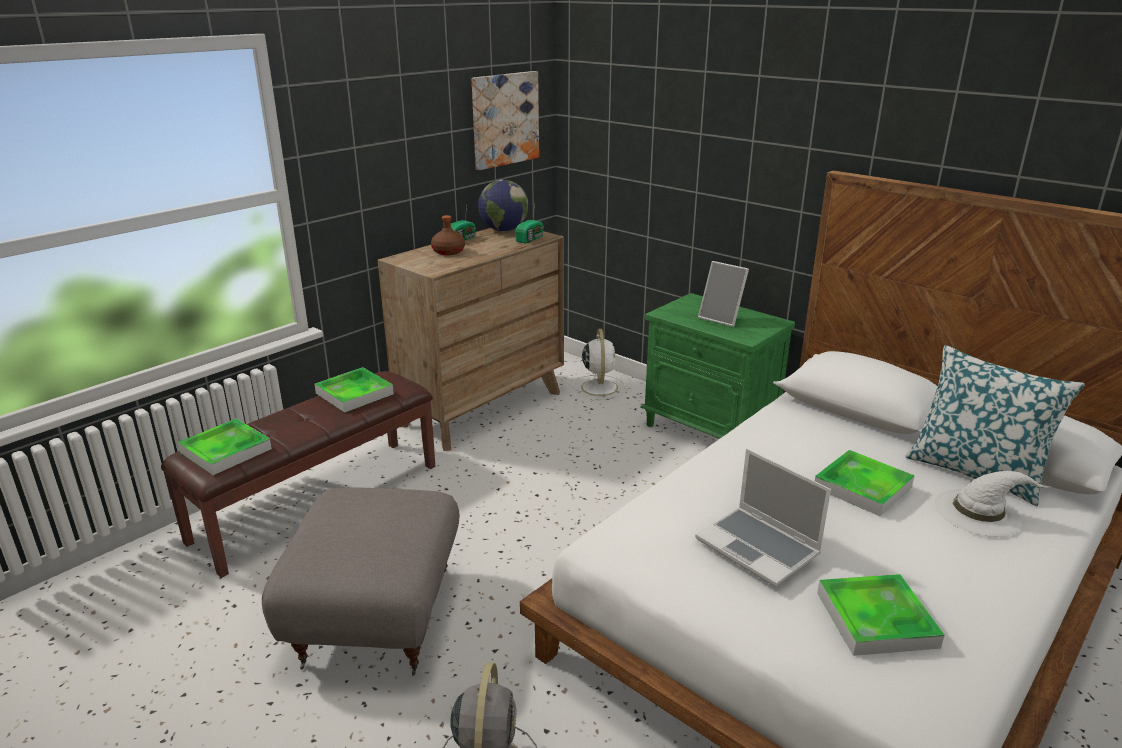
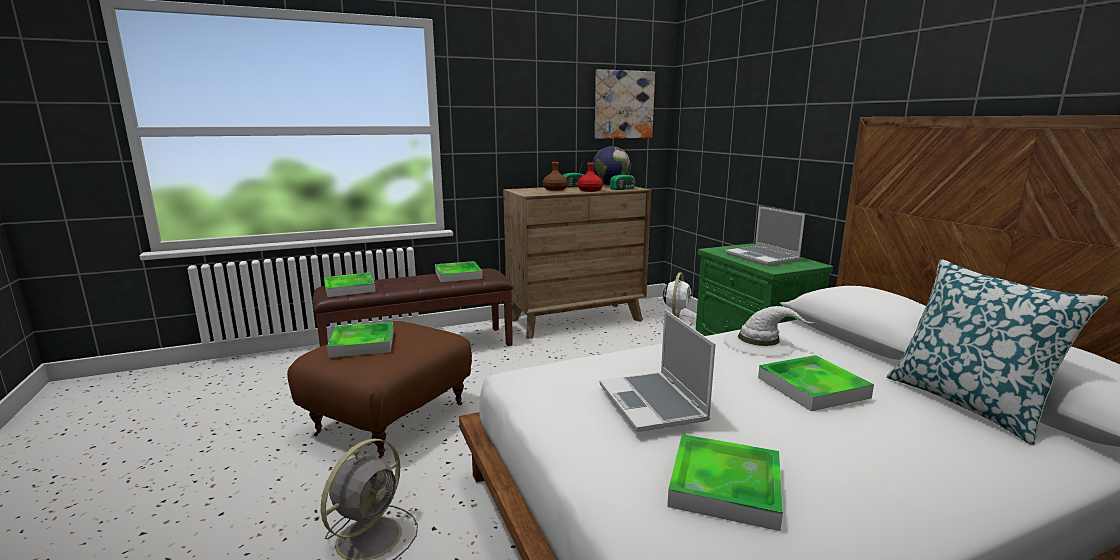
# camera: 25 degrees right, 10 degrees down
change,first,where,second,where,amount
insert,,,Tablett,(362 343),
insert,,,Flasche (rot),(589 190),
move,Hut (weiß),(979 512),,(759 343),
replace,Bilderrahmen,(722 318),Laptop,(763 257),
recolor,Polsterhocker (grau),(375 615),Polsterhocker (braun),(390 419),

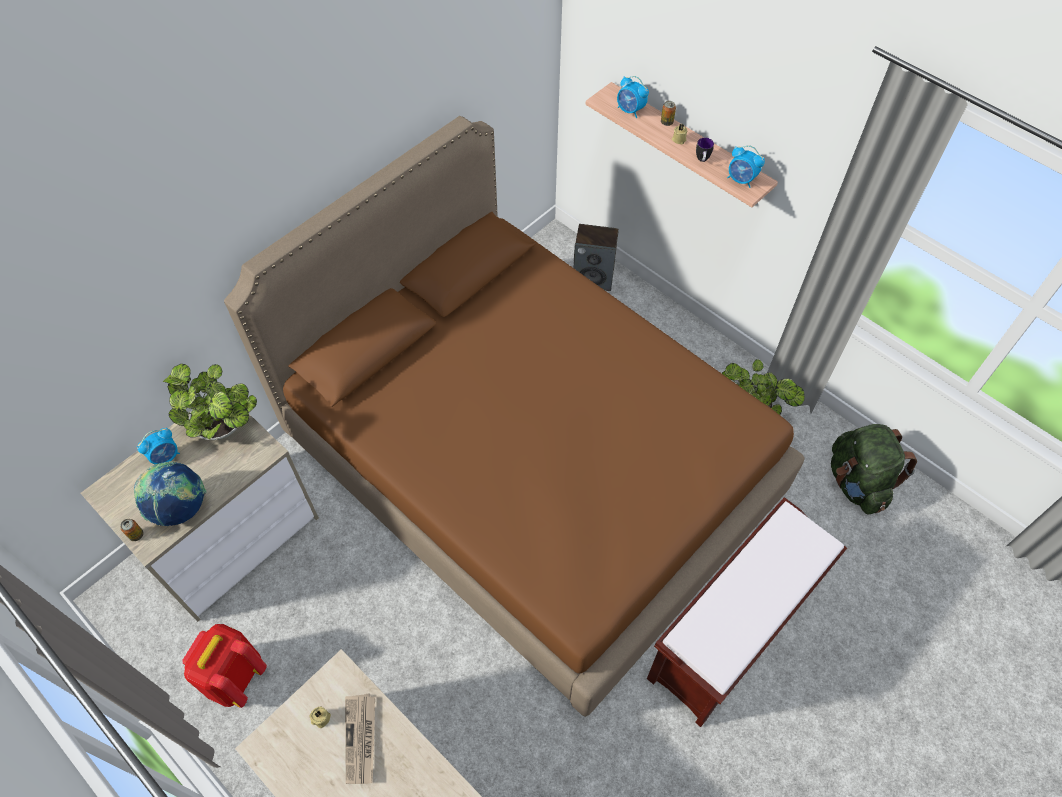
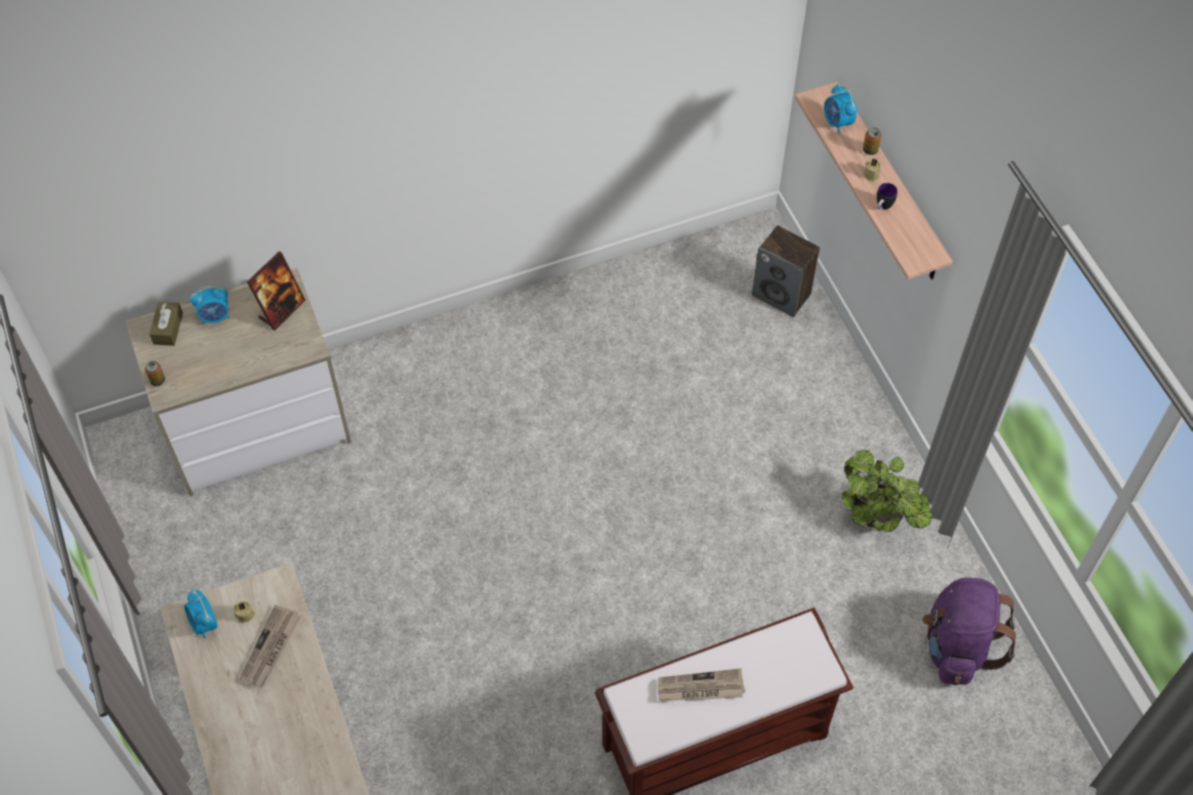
# camera: 25 degrees right, 0 degrees up
change,first,where,second,where,amount
delete,Globus,(181 508),,,
delete,Rucksack (rot),(234 677),,,
delete,Bett (braun),(530 467),,,
insert,,,Taschentuchbox (braun),(168 328),
insert,,,Zeitung,(700 688),
move,Wecker,(741 180),,(204 624),
replace,Topfpflanze,(225 428),Bilderrahmen,(281 310),
recolor,Rucksack (grün),(857 482),Rucksack (lila),(957 646),

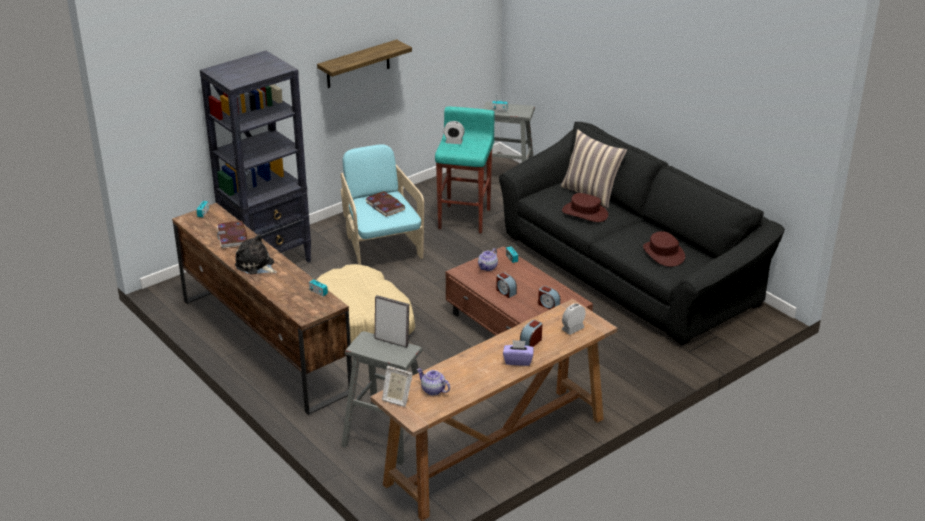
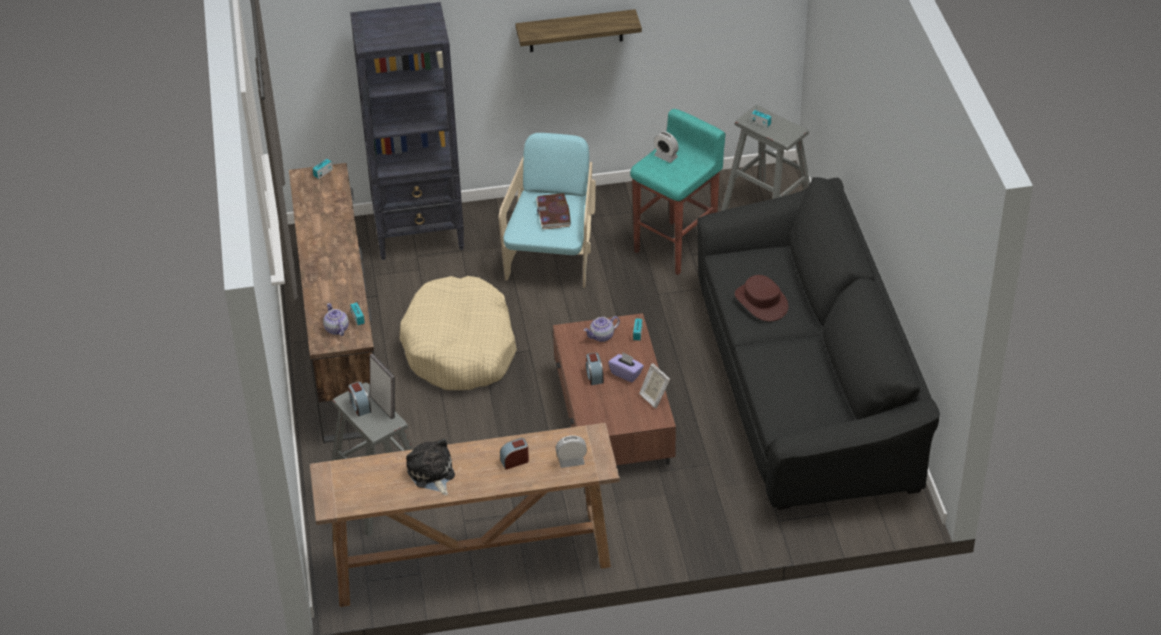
# camera: 30 degrees right, 10 degrees up
change,first,where,second,where,amount
delete,Buch,(232 237),,,
delete,Kissen,(591 194),,,
delete,Hut (braun),(663 253),,,
move,Plüschtier,(256 265),,(432 474),
move,Bilderrahmen,(396 399),,(653 397),
move,Teekanne,(433 390),,(336 329),
move,Taschentuchbox (lila),(518 361),,(626 373),
move,Wecker,(548 305),,(360 406),

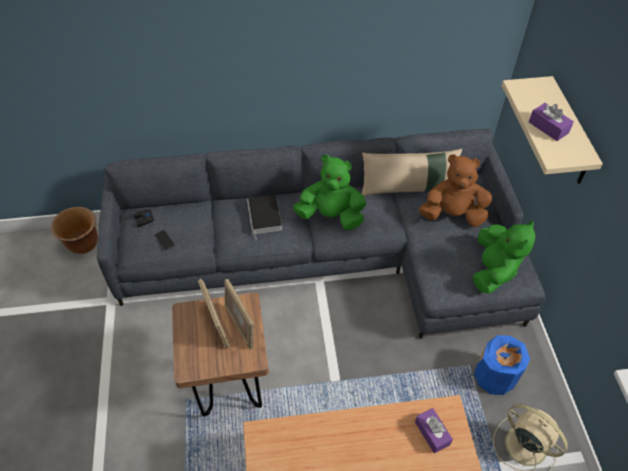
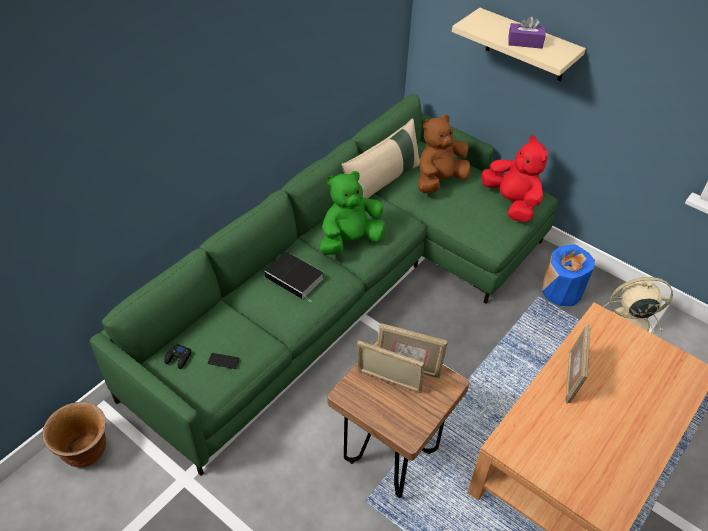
# camera: 45 degrees left, 5 degrees down
change,first,where,second,where,amount
delete,Taschentuchbox (lila),(432 433),,,
insert,,,Bilderrahmen,(571 378),
recolor,Sofa (grau),(332 256),Sofa (grün),(349 289),
recolor,Plüschtier (grün),(493 271),Plüschtier (rot),(511 203),

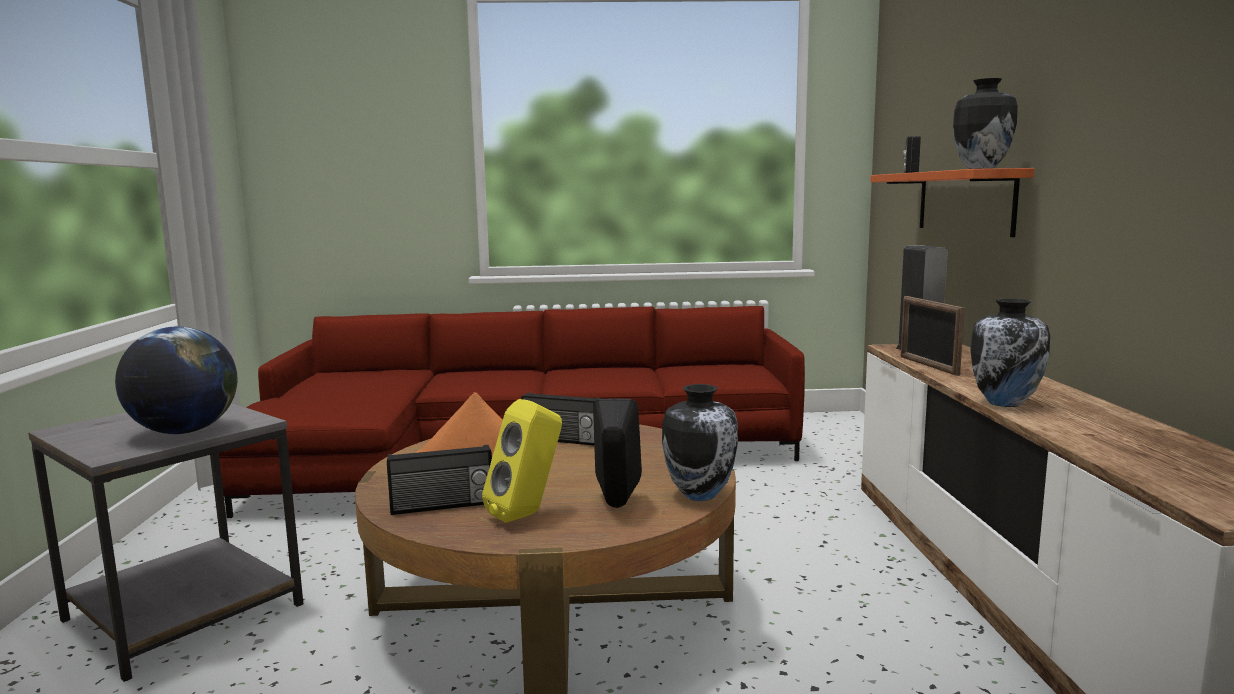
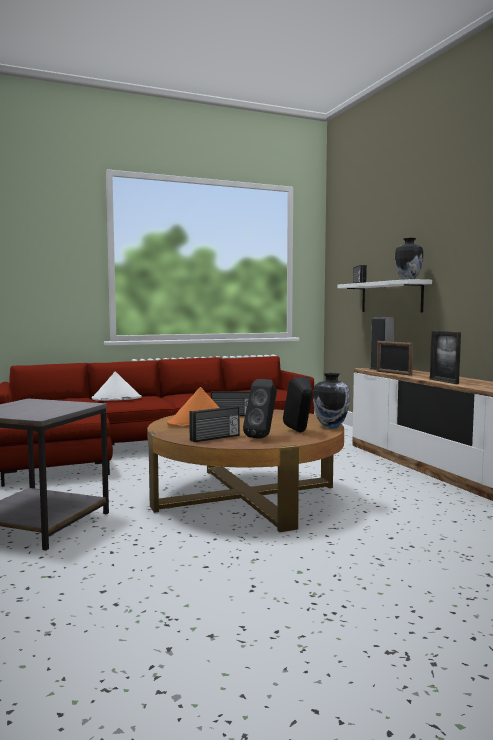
# camera: 20 degrees left, 5 degrees down
change,first,where,second,where,amount
delete,Globus,(184 431),,,
insert,,,Hut (weiß),(116 398),
replace,Vase,(1005 403),Bilderrahmen,(443 381),
recolor,Lautsprecher (gelb),(527 515),Lautsprecher (schwarz),(262 437),
recolor,Wandregal (orange),(964 202),Wandregal (weiß),(391 297),

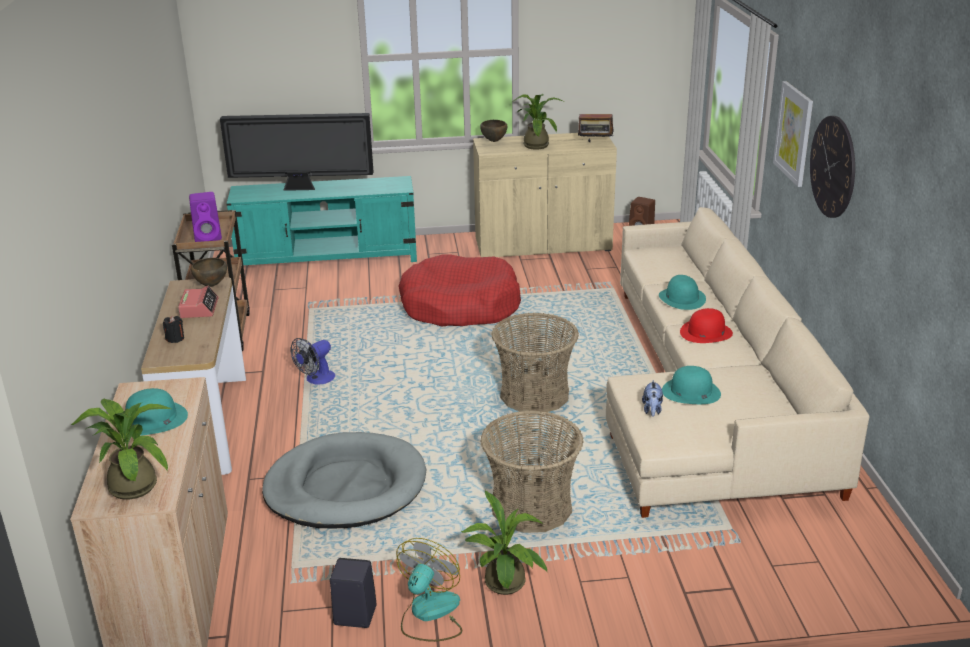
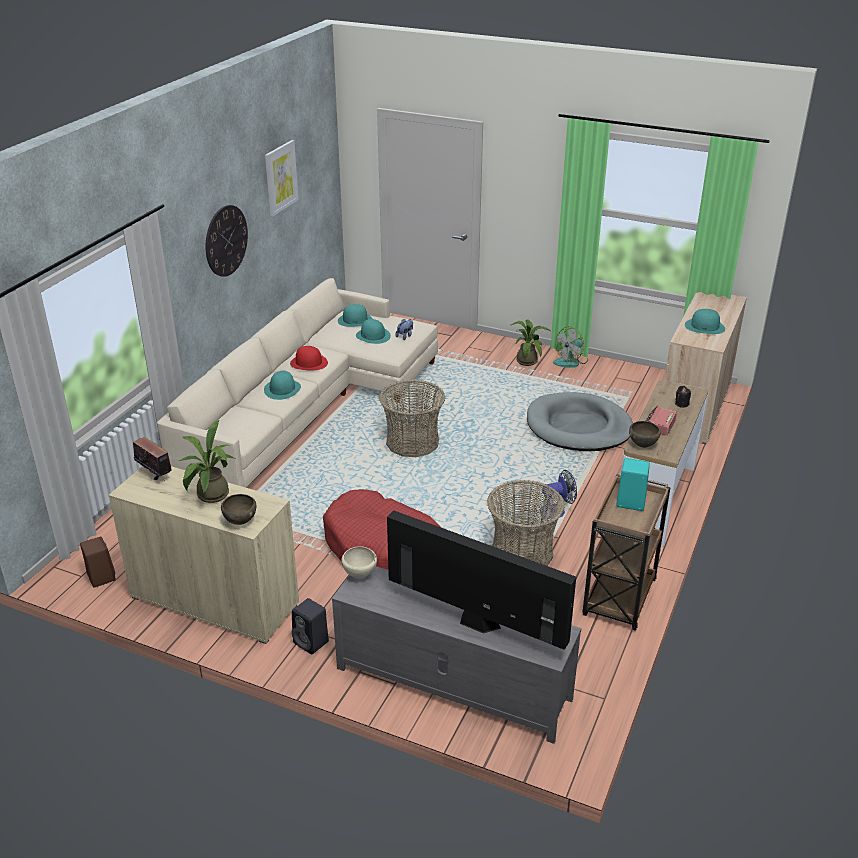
# camera: 150 degrees left, 5 degrees up
change,first,where,second,where,amount
delete,Topfpflanze,(133 483),,,
insert,,,Hut (türkis),(355 320),
insert,,,Schüssel (beige),(360 575),
move,Lautsprecher (schwarz),(353 615),,(312 642),
move,Korb,(531 507),,(522 553),
move,Bild,(794 133),,(280 177),
recolor,Lautsprecher (lila),(209 237),Lautsprecher (türkis),(629 502),
recolor,Fernsehschrank (türkis),(328 258),Fernsehschrank (grau),(452 683),

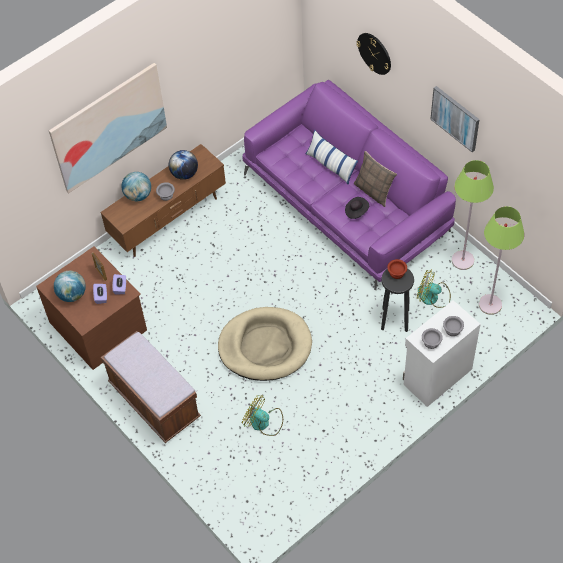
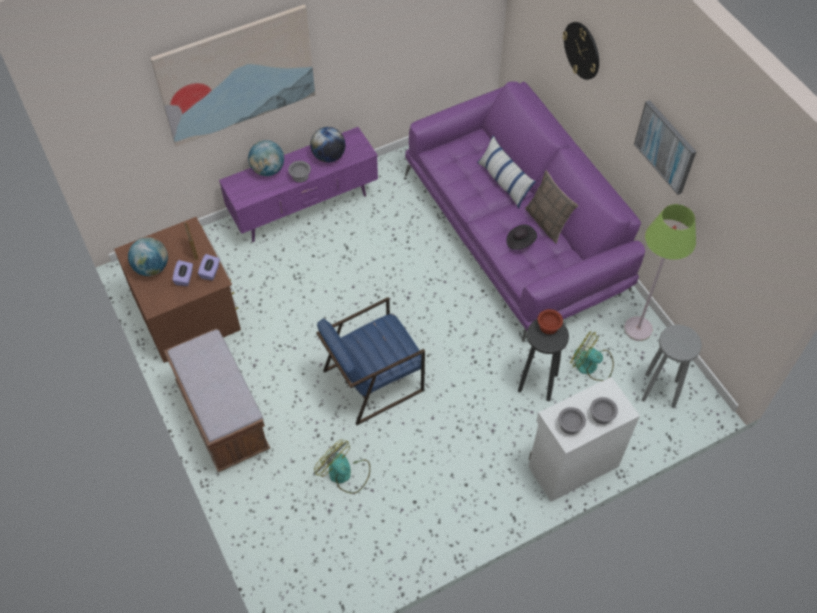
# camera: 10 degrees right, 0 degrees up
change,first,where,second,where,amount
replace,Hundebett (beige),(265 346),Sessel (blau),(373 380),
replace,Stehlampe (grün),(490 305),Hocker (grau),(659 391),
recolor,Fernsehschrank (braun),(169 220),Fernsehschrank (lila),(304 209),

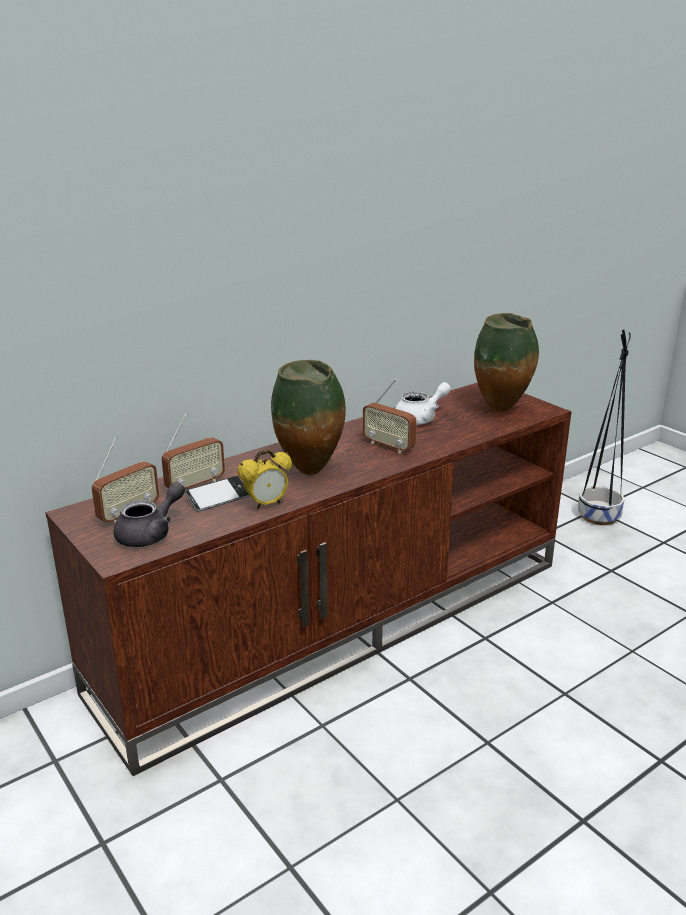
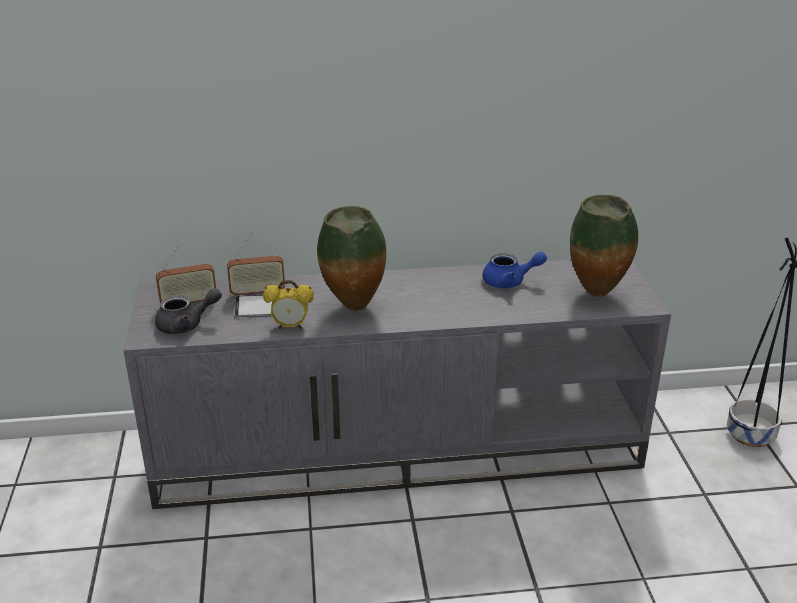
# camera: 30 degrees right, 5 degrees up
change,first,where,second,where,amount
delete,Radio,(388 446),,,
recolor,Fernsehschrank (braun),(341 621),Fernsehschrank (grau),(400 449),
recolor,Teekanne (weiß),(421 418),Teekanne (blau),(509 282),

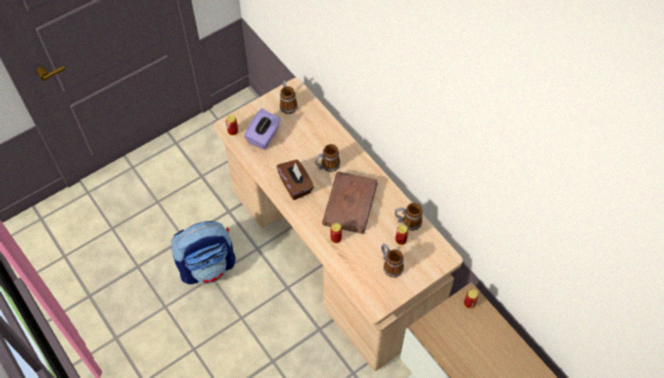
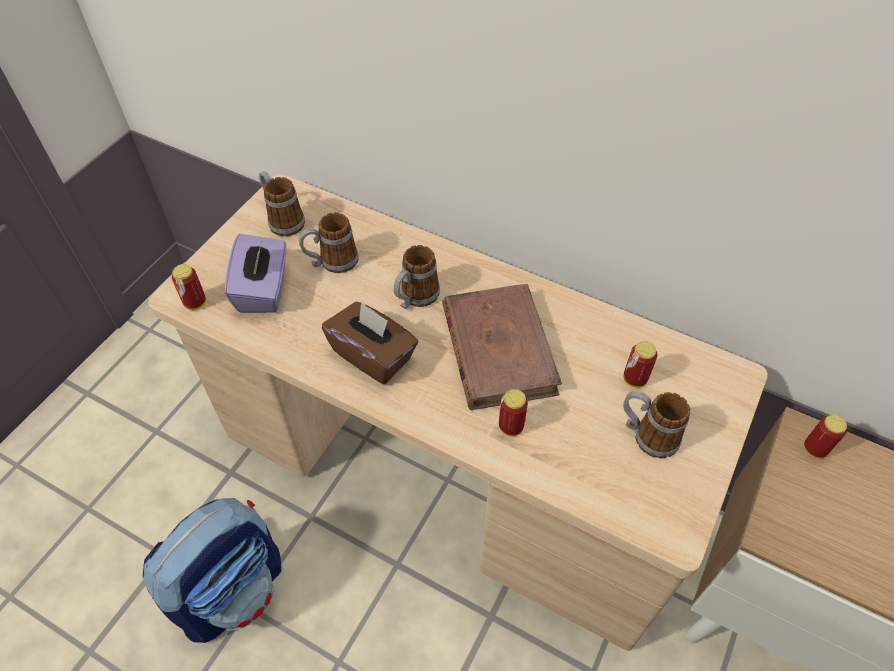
# camera: 25 degrees left, 5 degrees down
change,first,where,second,where,amount
move,Henkelbecher,(407 222),,(332 262),

